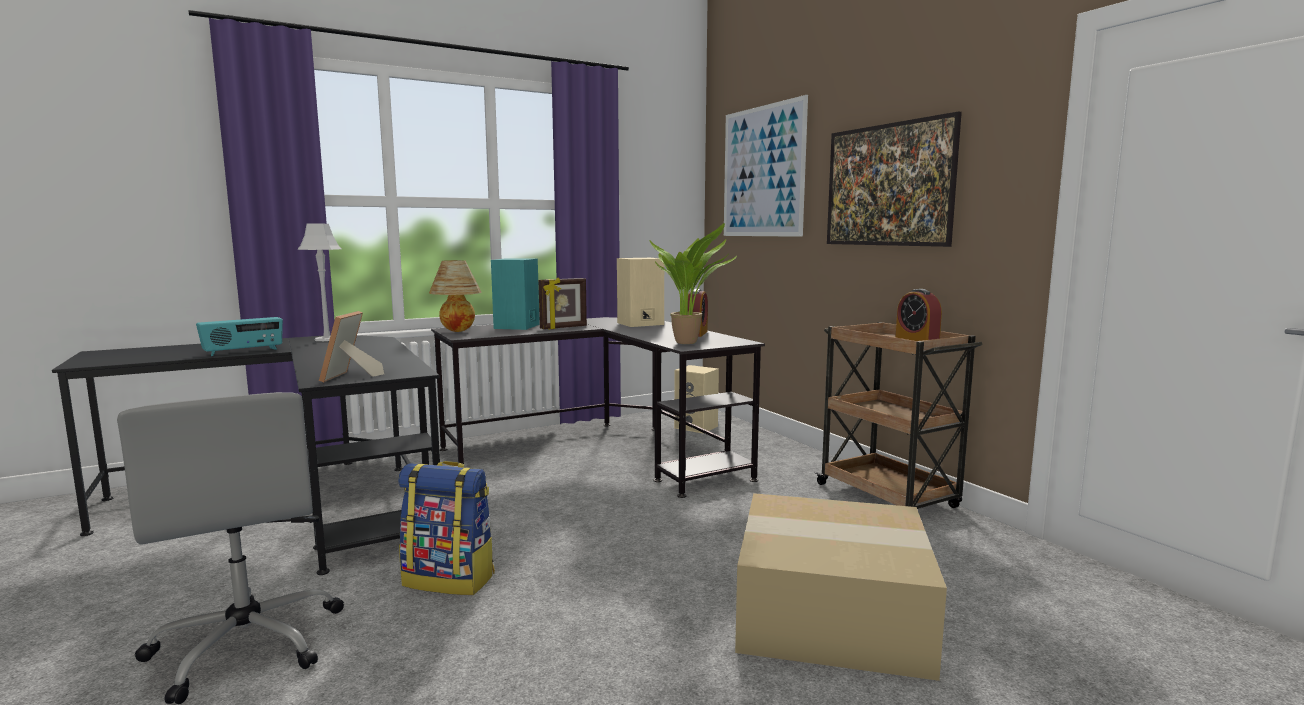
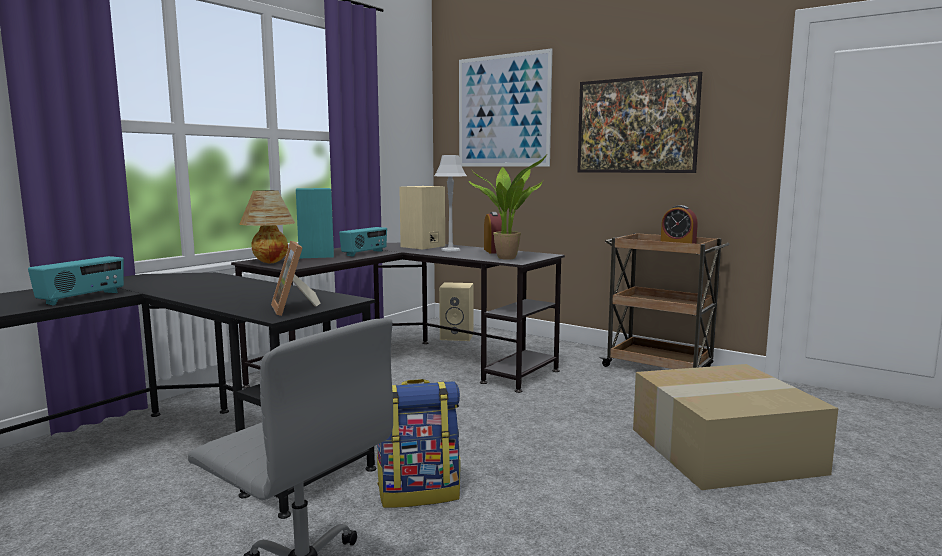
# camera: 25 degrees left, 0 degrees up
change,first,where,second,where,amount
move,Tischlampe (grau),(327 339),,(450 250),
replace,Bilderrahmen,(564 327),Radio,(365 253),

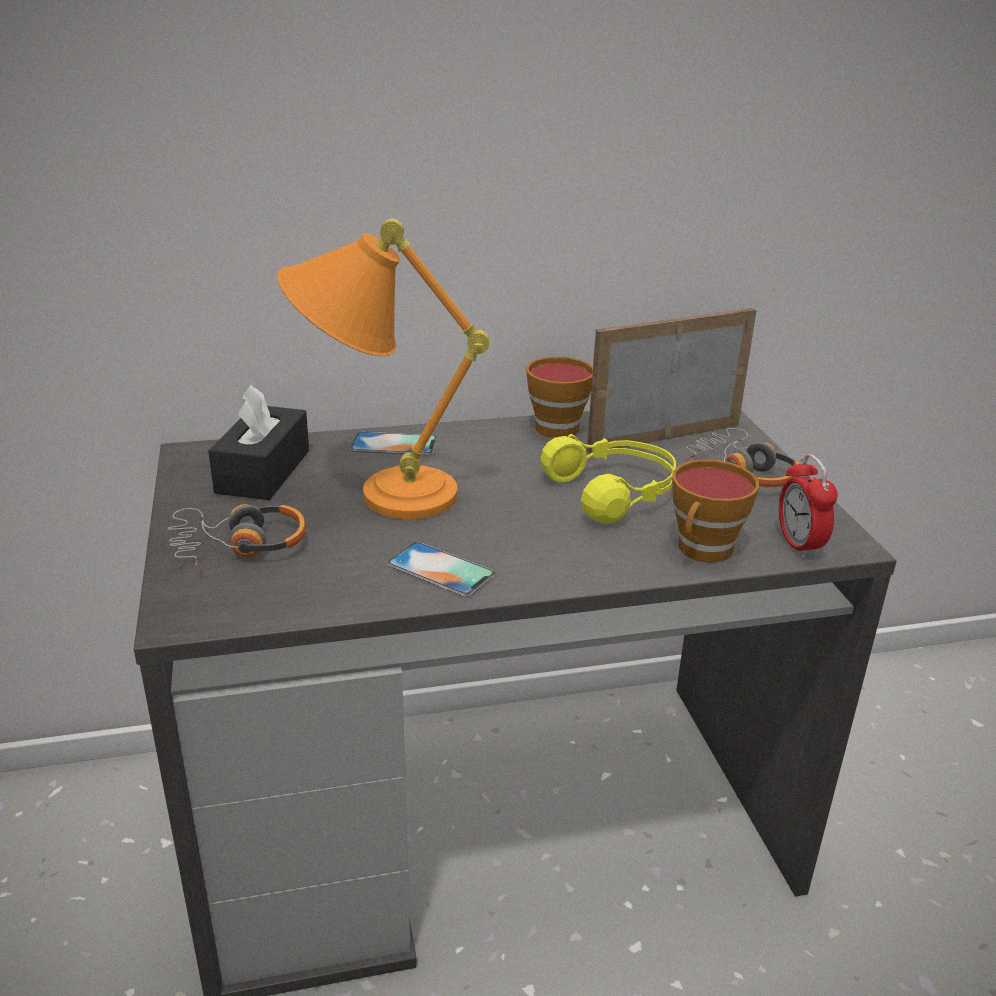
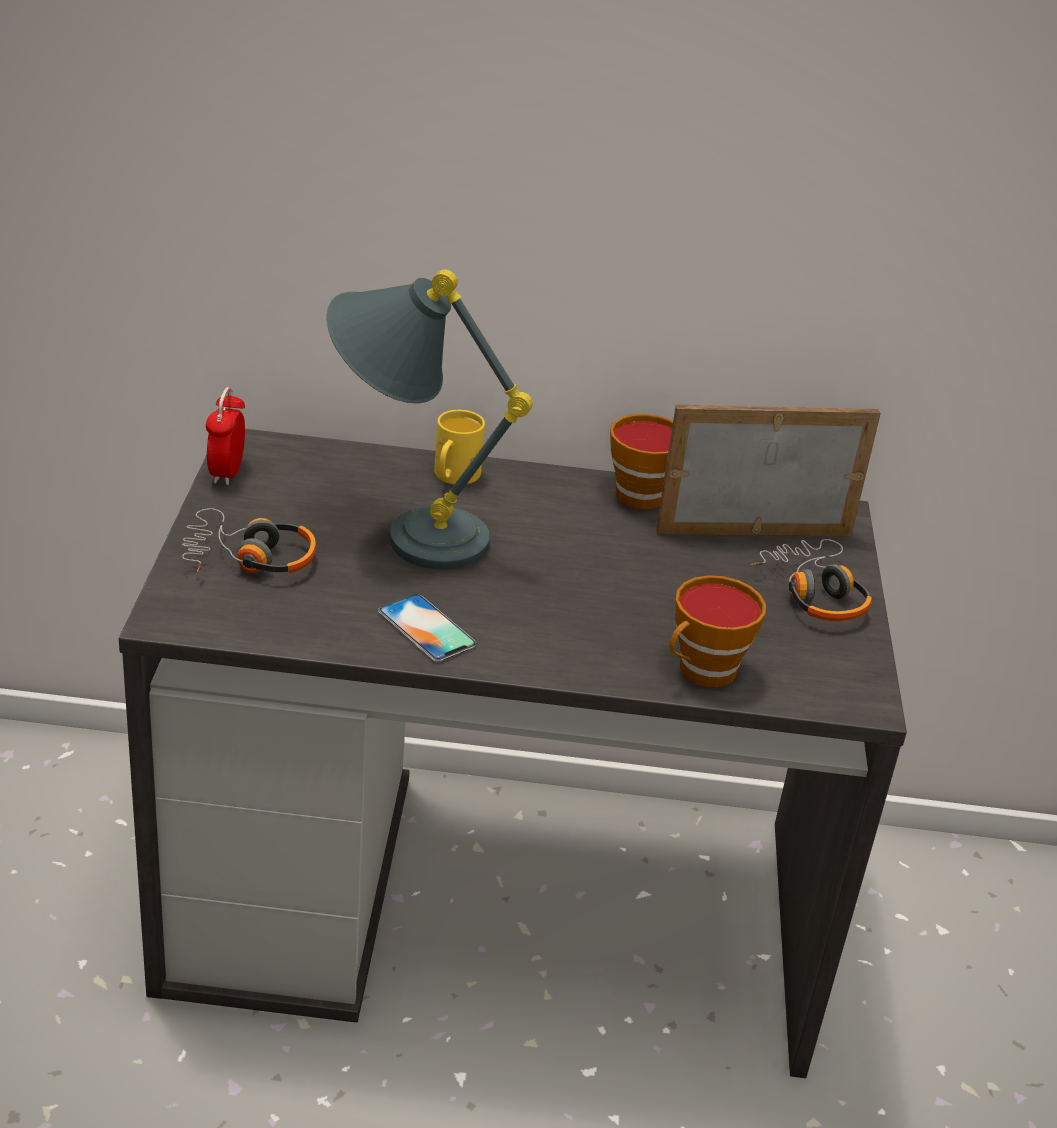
# camera: 15 degrees right, 5 degrees up
change,first,where,second,where,amount
delete,Taschentuchbox (schwarz),(263 471),,,
delete,Kopfhörer (gelb),(614 492),,,
move,Wecker,(799 545),,(226 473),
replace,Handy,(394 444),Henkelbecher (gelb),(453 477),
recolor,Tischlampe (orange),(374 494),Tischlampe (grau),(404 532),

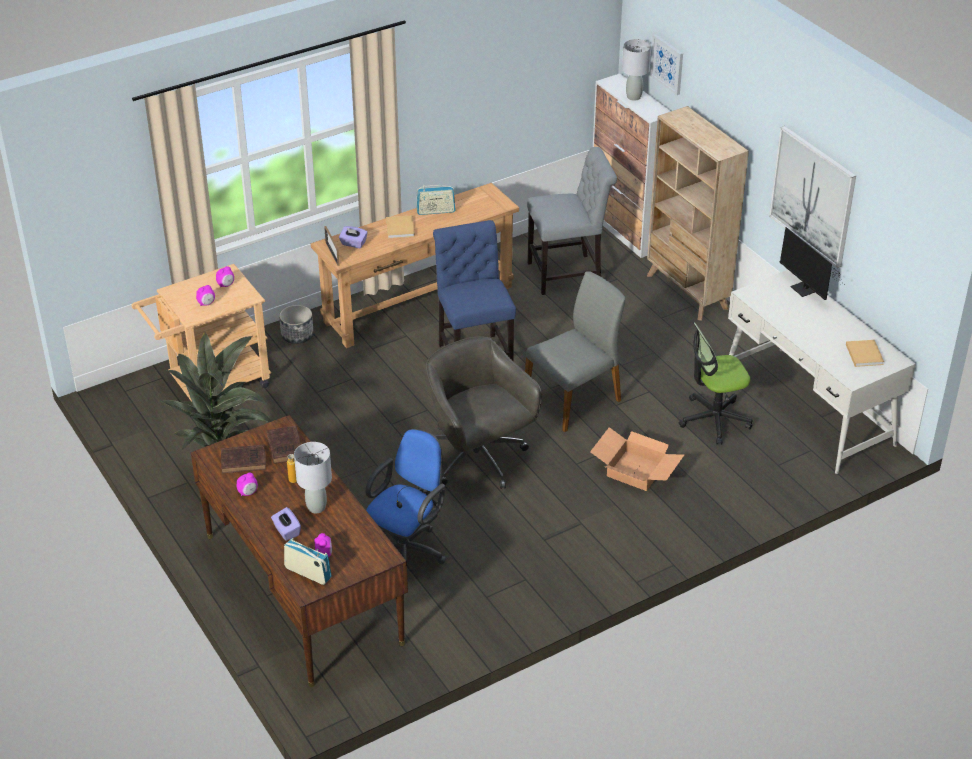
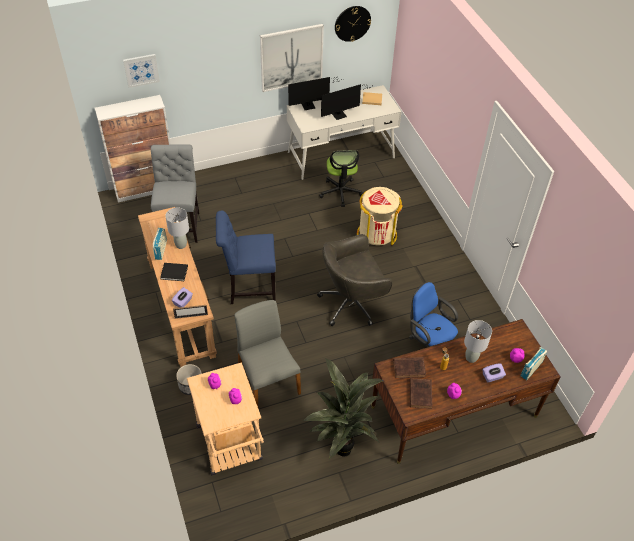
# camera: 80 degrees left, 10 degrees up
change,first,where,second,where,amount
delete,Bücherregal (beige),(687 292),,,
insert,,,Monitor,(341 114),
insert,,,Wanduhr,(352 23),
move,Stuhl (grau),(574 399),,(267 380),
move,Tischlampe (grau),(634 97),,(181 245),
replace,Karton,(634 471),Mülleimer (beige),(376 234),
recolor,Buch (beige),(400 229),Buch (schwarz),(175 272),

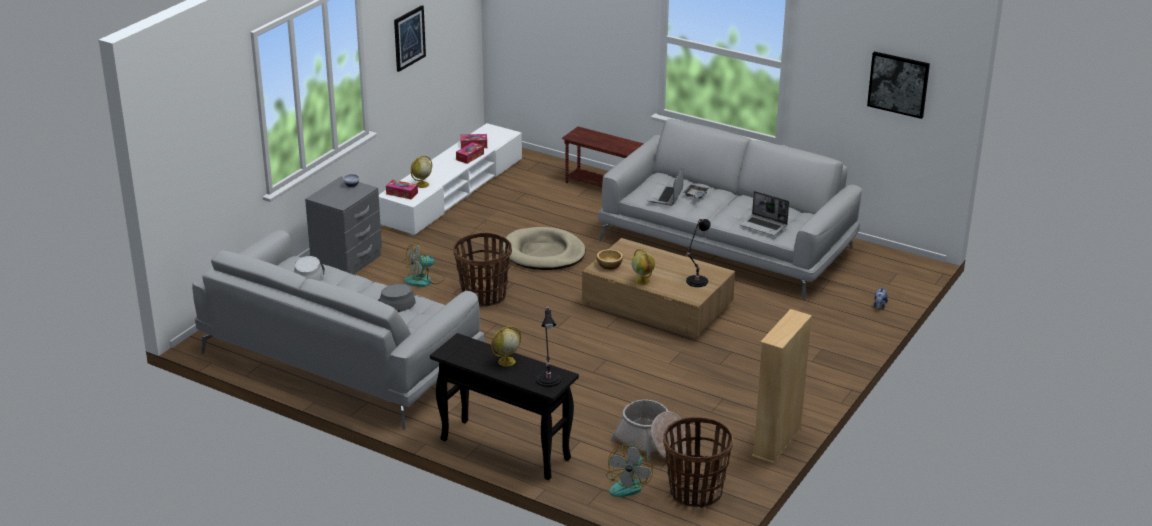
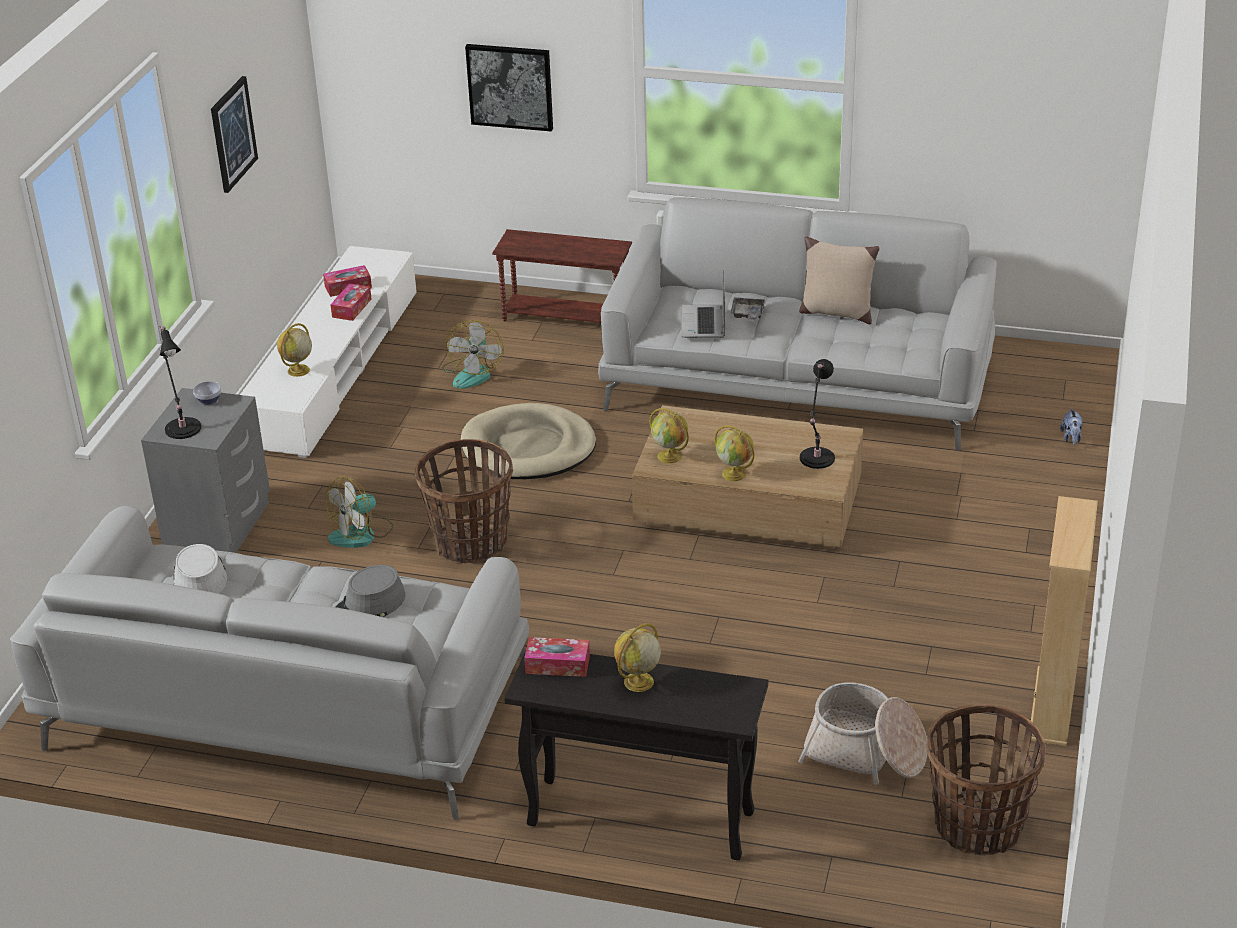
# camera: 15 degrees left, 5 degrees up
change,first,where,second,where,amount
delete,Laptop,(764 226),,,
insert,,,Kissen (beige),(836 312),
move,Taschentuchbox,(402 193),,(557 664),
move,Tischlampe (schwarz),(548 378),,(182 427),
move,Ventilator,(628 484),,(473 373),
move,Bild,(898 84),,(510 86),
replace,Schüssel,(610 265),Globus,(670 456),

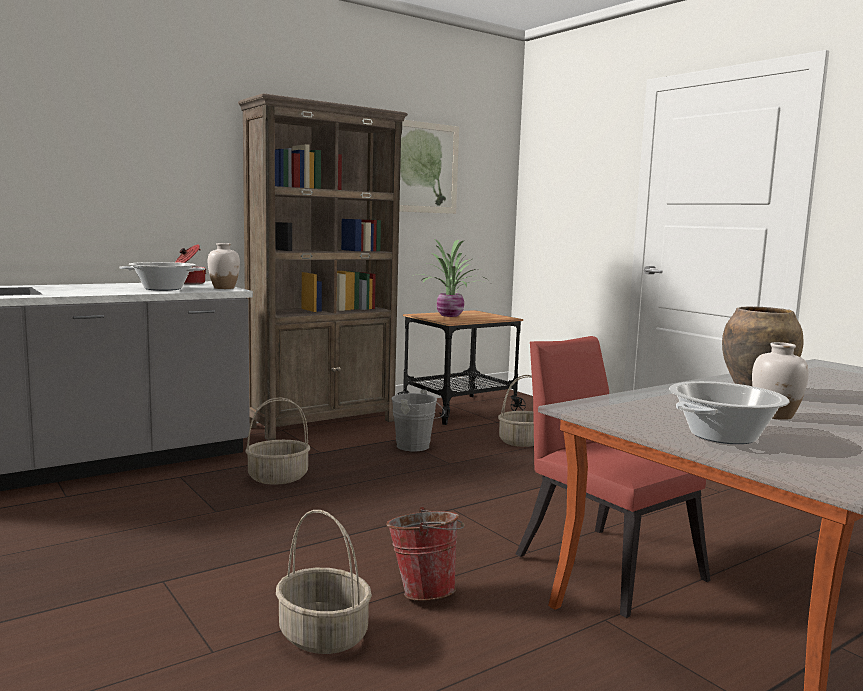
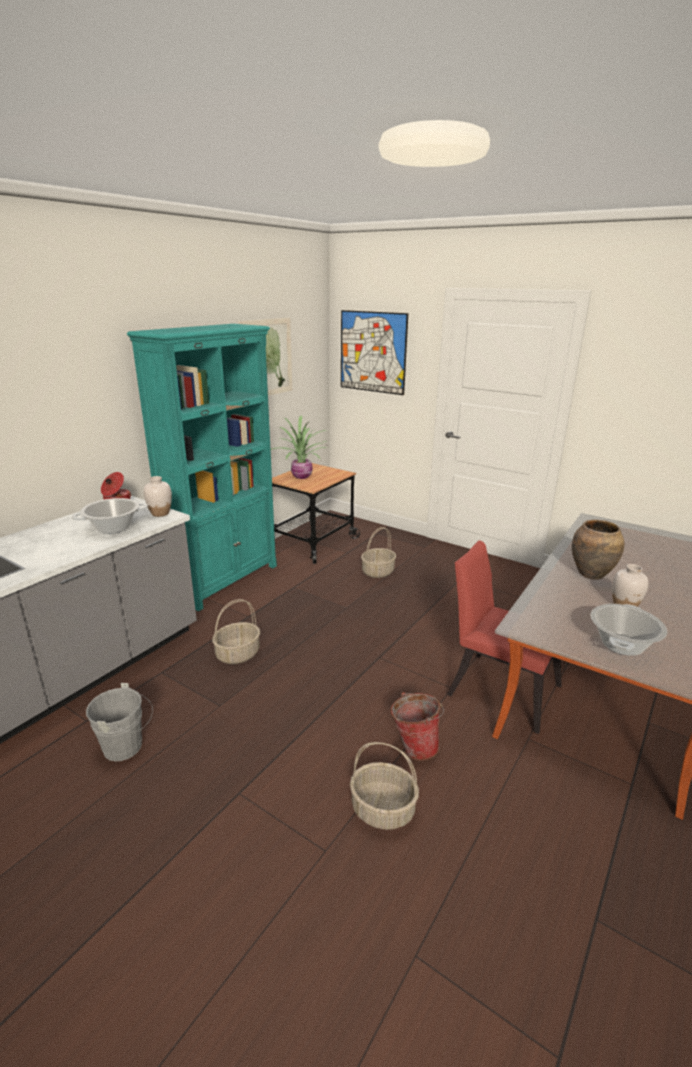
# camera: 20 degrees left, 15 degrees up
change,first,where,second,where,amount
insert,,,Bild,(372 352),
move,Eimer (grau),(416 447),,(127 747),
recolor,Bücherregal (braun),(323 423),Bücherregal (türkis),(226 580),

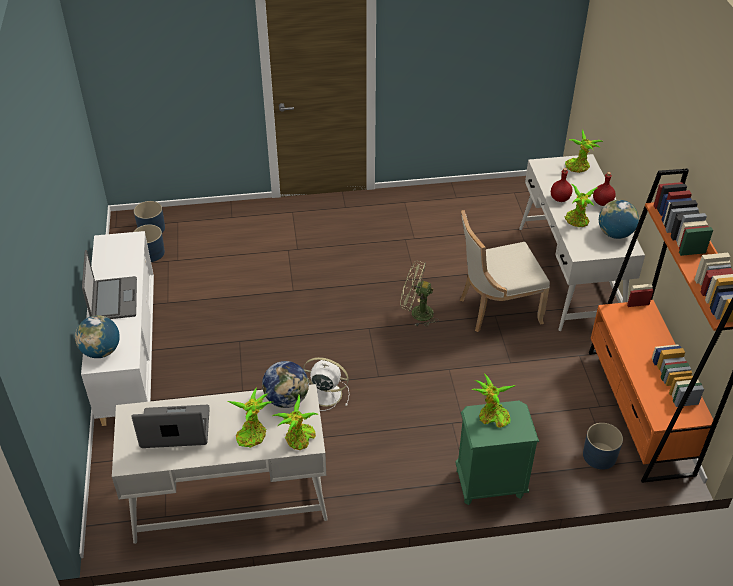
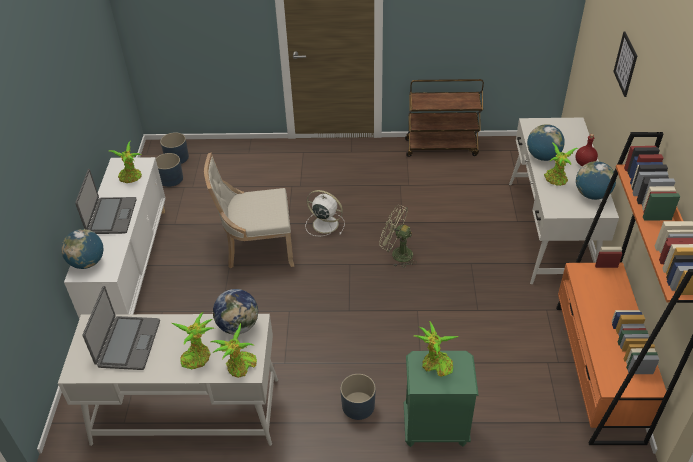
# camera: 10 degrees right, 0 degrees up
change,first,where,second,where,amount
insert,,,Rollwagen (braun),(441 147),
insert,,,Bild,(625 64),
move,Ventilator (weiß),(325 394),,(324 224),
move,Stuhl (beige),(496 309),,(257 249),
move,Topfpflanze,(578 167),,(131 177),
move,Pflanzkübel (blau),(599 456),,(358 406),
replace,Flasche (rot),(559 198),Globus,(542 156),
rotate,Laptop,(175 429),,(128 343),90 degrees clockwise

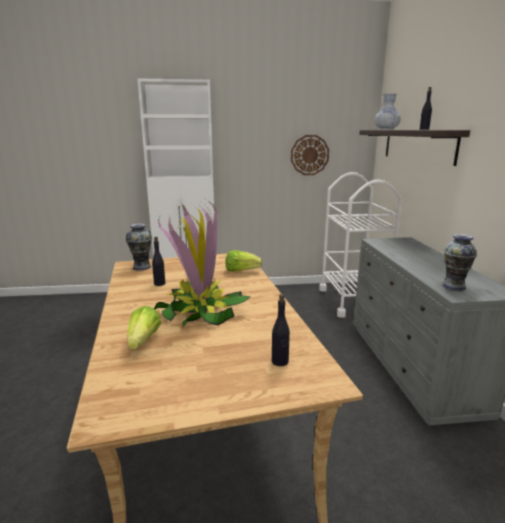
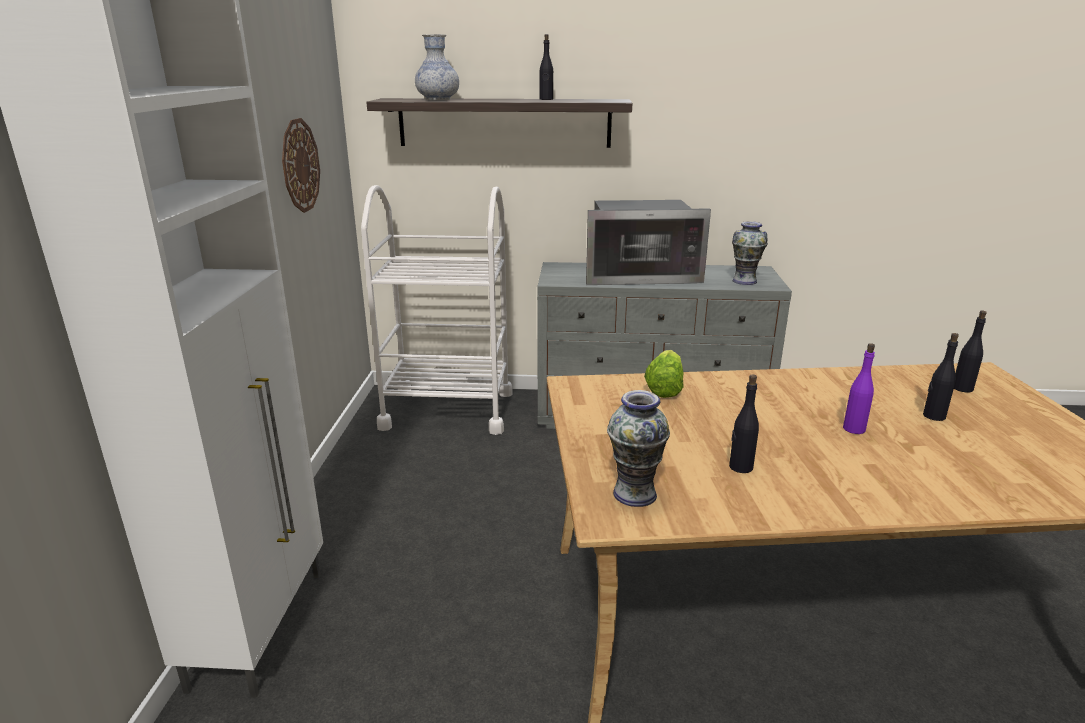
# camera: 80 degrees left, 5 degrees up
change,first,where,second,where,amount
delete,Salatkopf,(143 341),,,
insert,,,Mikrowelle,(640 275),
insert,,,Flasche (schwarz),(933 416),
replace,Topfpflanze,(200 311),Flasche (lila),(854 429),

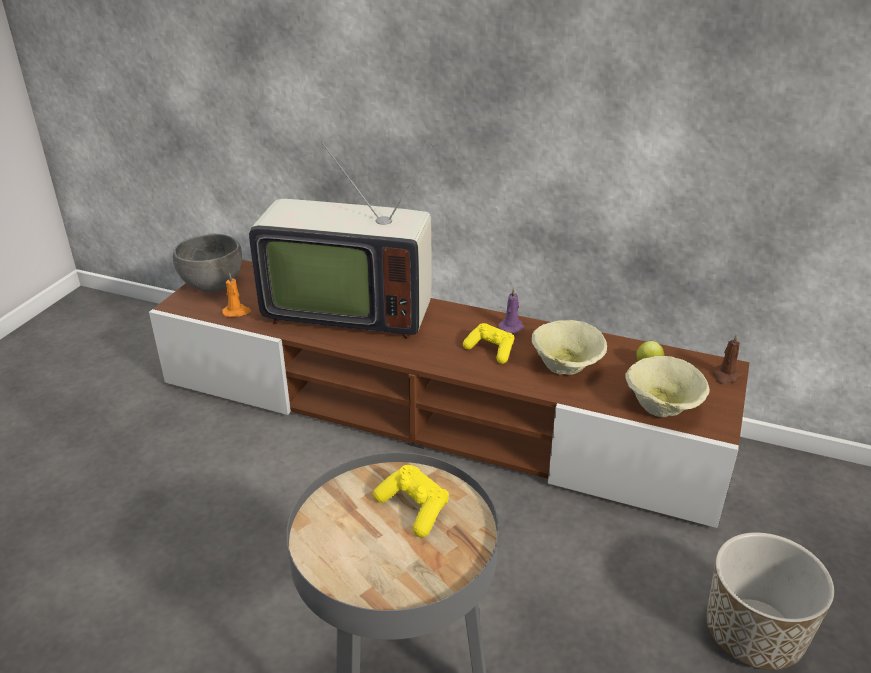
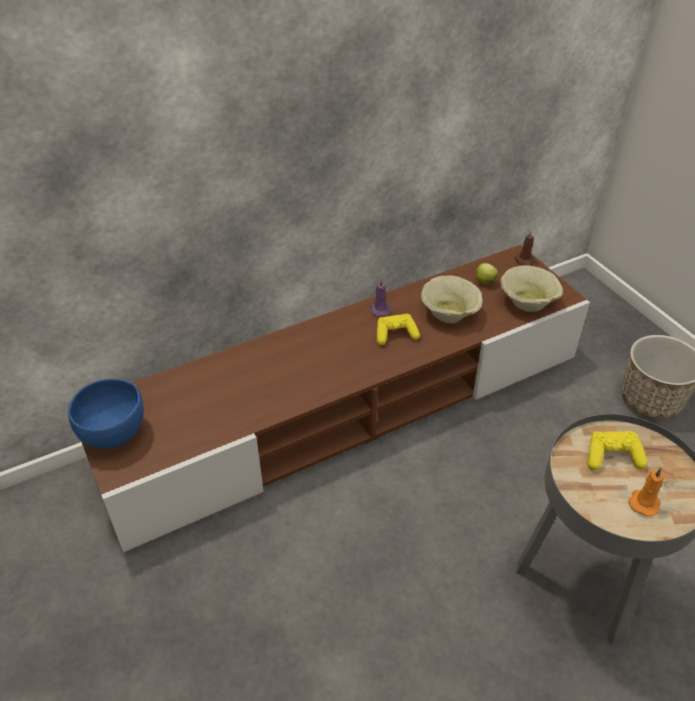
# camera: 50 degrees left, 10 degrees up
change,first,where,second,where,amount
delete,Fernseher,(347 311),,,
move,Kerze (orange),(237 312),,(644 502),
recolor,Schüssel (grau),(213 284),Schüssel (blau),(114 433),

